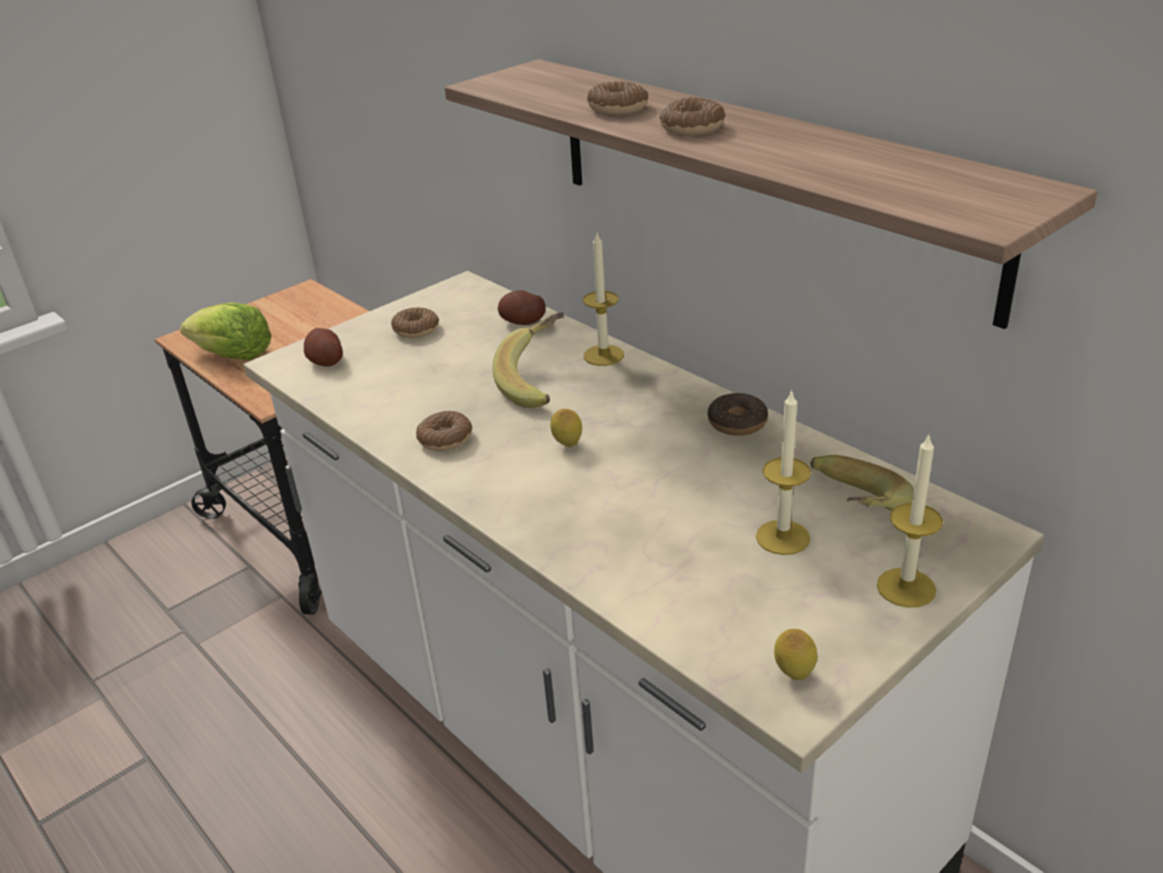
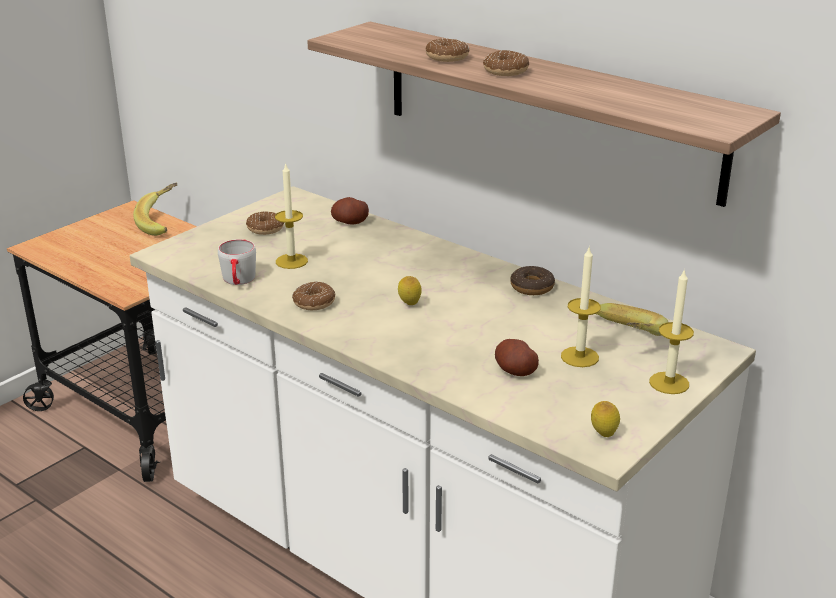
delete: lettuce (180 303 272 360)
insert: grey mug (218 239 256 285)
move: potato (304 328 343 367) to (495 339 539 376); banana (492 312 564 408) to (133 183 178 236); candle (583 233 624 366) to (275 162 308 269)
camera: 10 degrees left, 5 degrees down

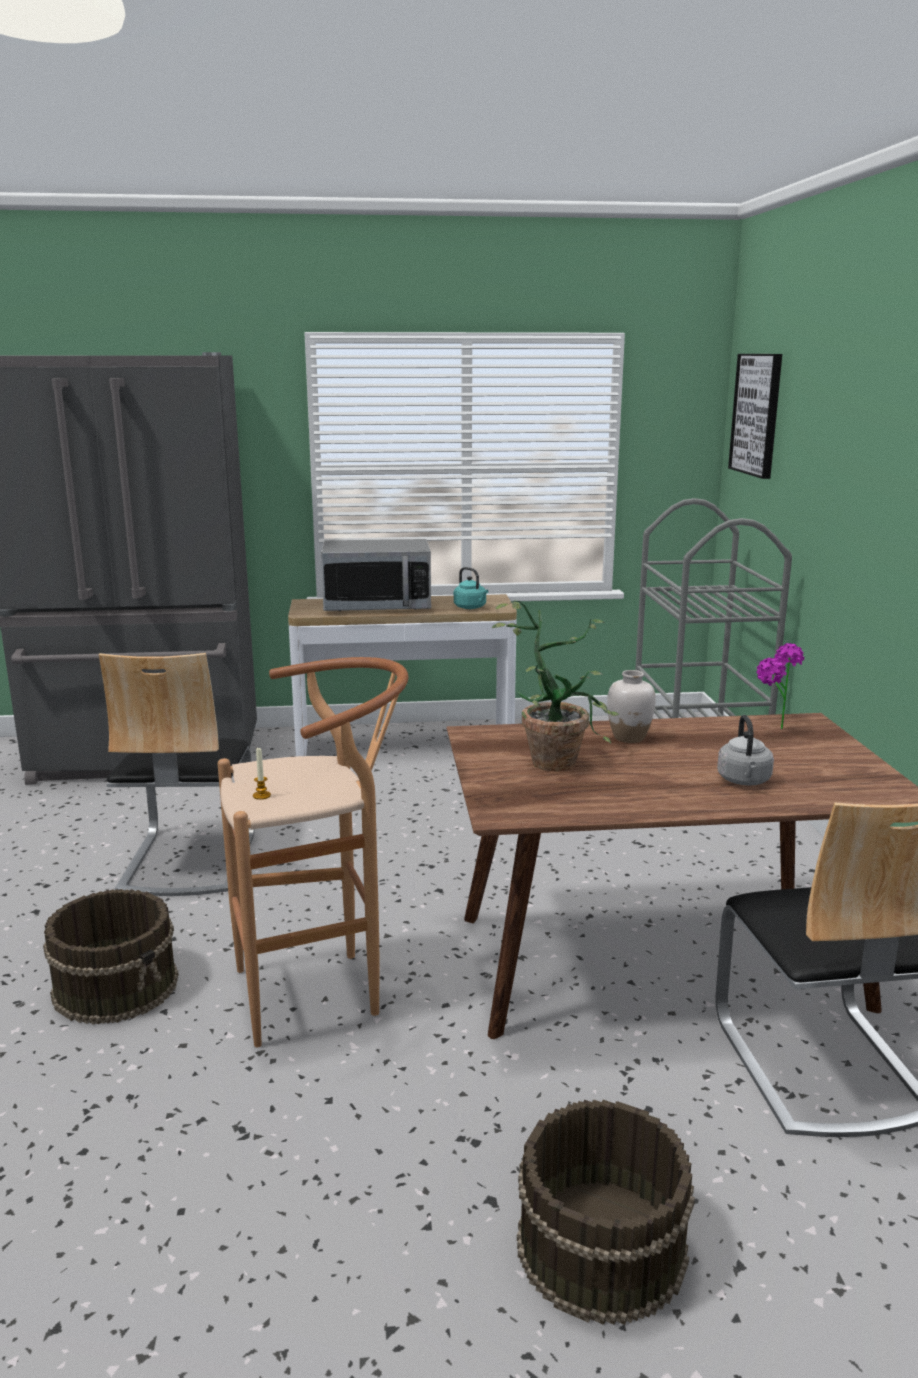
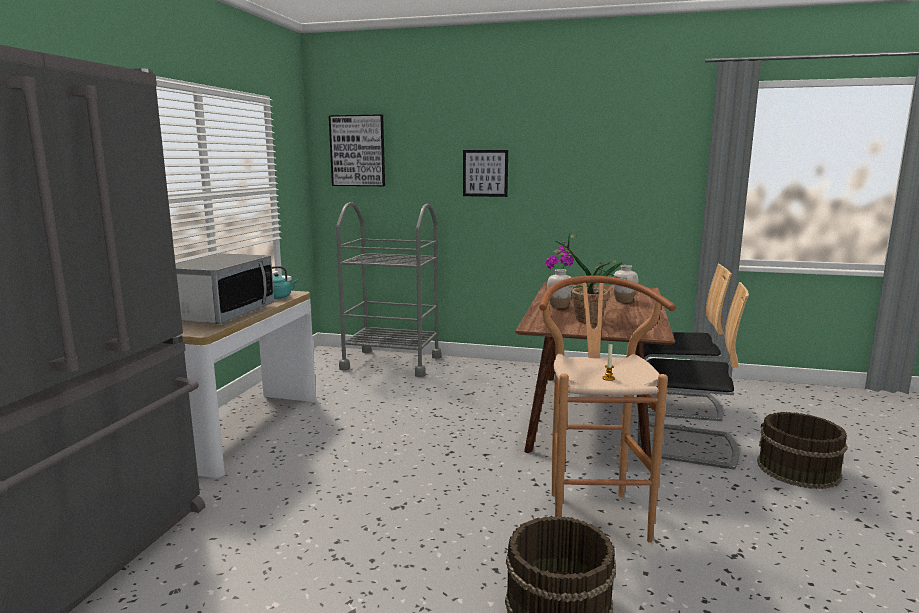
insert: picture (463 150 508 197)
move: chair (99 653 254 896) to (637 282 749 469)
replace: grey kettle (717 715 774 785) to white vase (613 265 638 303)
camera: 70 degrees left, 5 degrees down

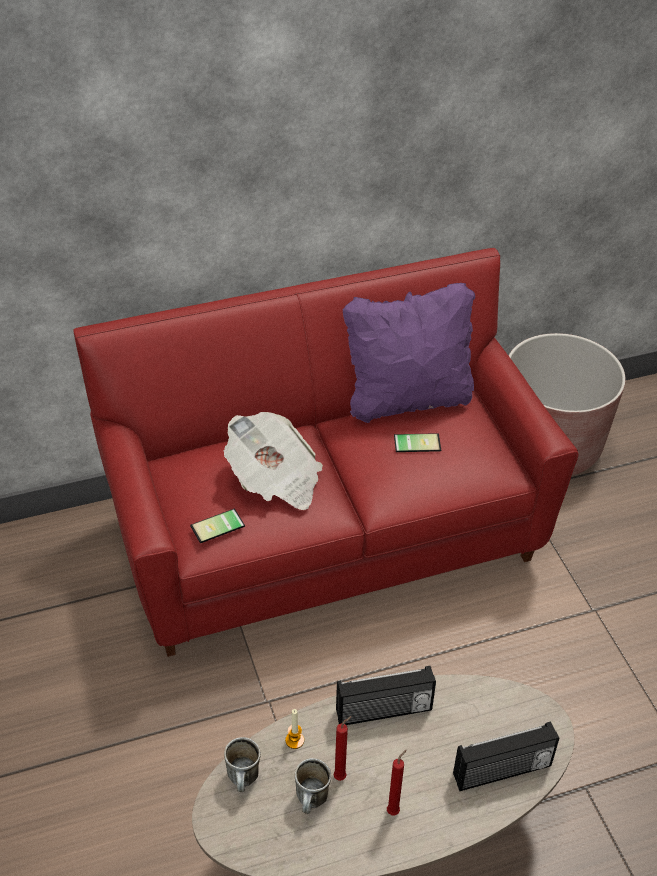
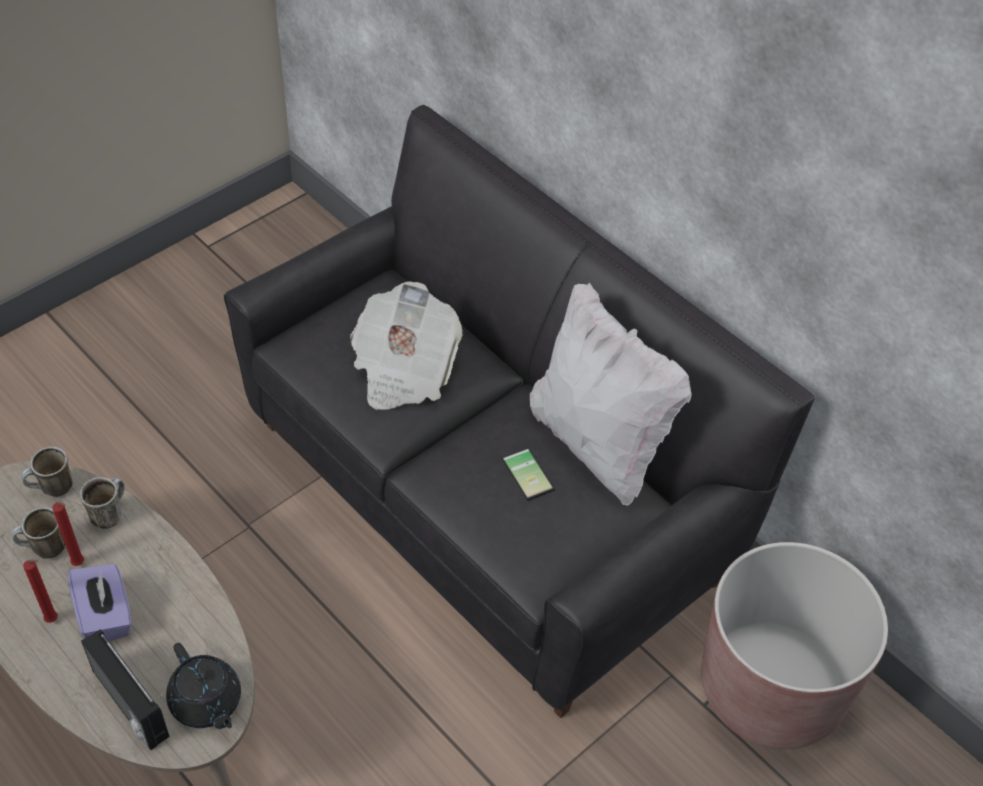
delete: phone (190 508 245 543); radio (336 666 436 725)
insert: purple tissue box (68 564 132 641); black teapot (166 643 241 729)
replace: candle (285 709 304 749) to mug (80 477 125 529)
recolor: red sofa (73 248 579 657) to black sofa (224 105 815 718); purple pillow (343 283 475 423) to white pillow (530 283 692 506)
camera: 65 degrees right, 5 degrees up

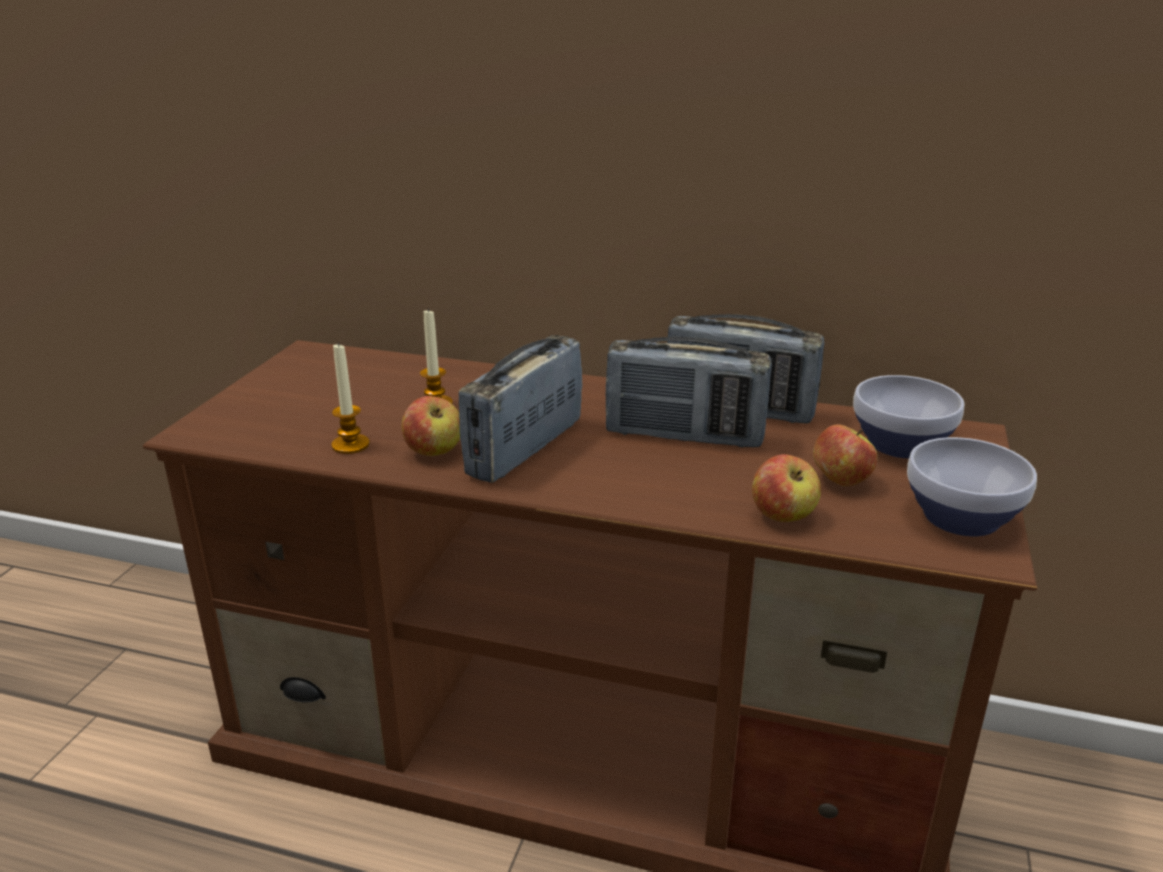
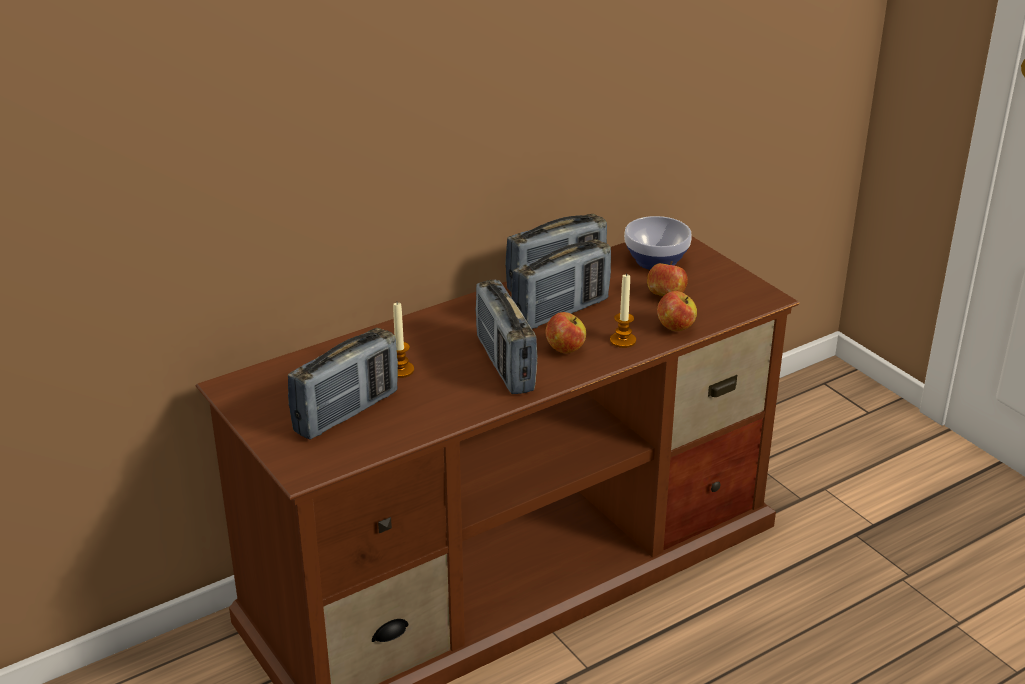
delete: bowl (907 437 1037 536)
insert: radio (288 328 398 440)
move: candle (331 342 370 454) to (610 273 636 348); apple (402 396 460 456) to (545 312 586 353)
camera: 50 degrees left, 5 degrees up

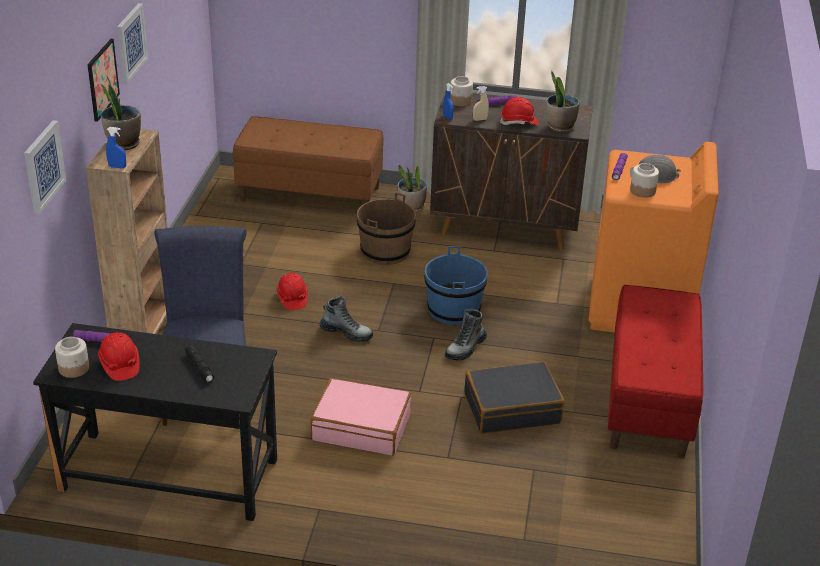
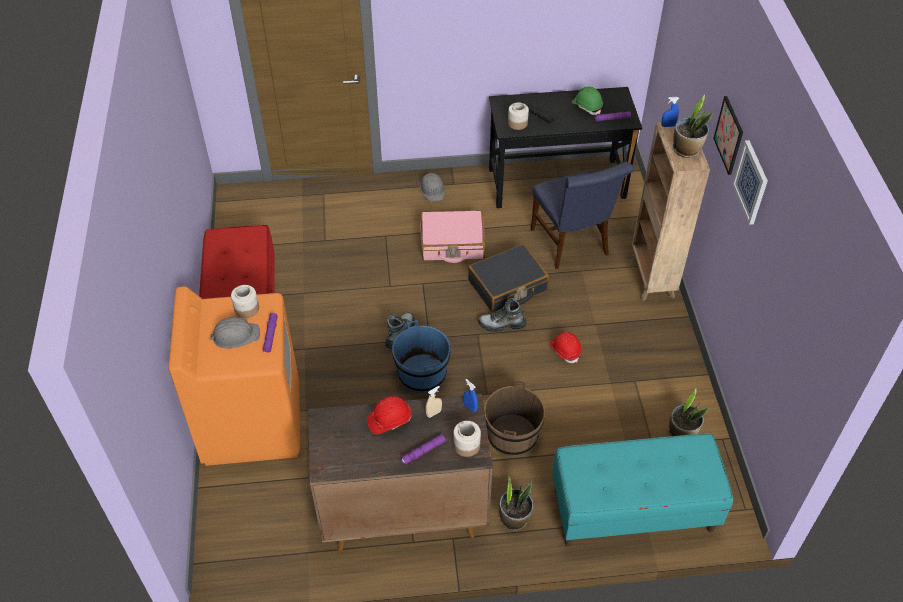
delete: picture (24 120 66 214)
insert: grey hard hat (420 173 445 202)
move: jar (55 337 89 378) to (508 102 529 130); black suitcase (464 361 564 434) to (468 244 549 312); potted plant (546 71 580 132) to (668 389 709 436)
recolor: red hard hat (98 332 140 381) to green hard hat (571 87 603 115); brown bench (233 116 384 205) to turquoise bench (552 433 733 547)
camera: 165 degrees right, 15 degrees up

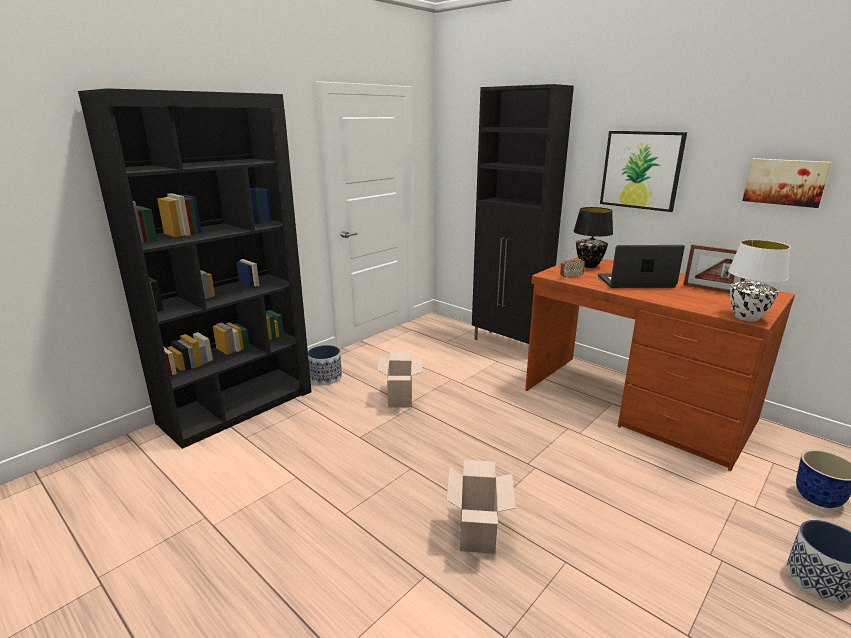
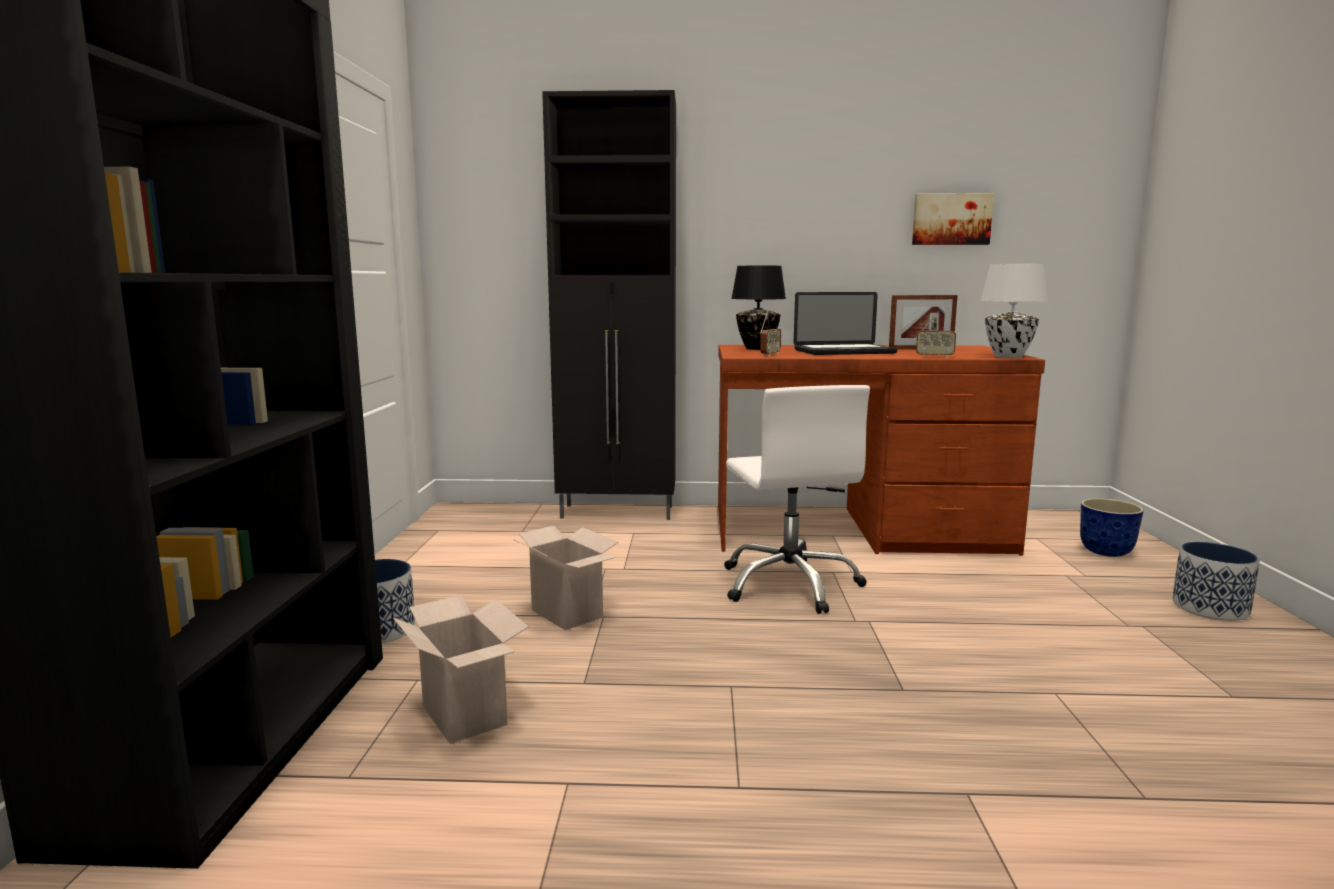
delete: picture (600 131 687 212)
insert: white office chair (724 385 870 614); radio (916 311 956 358)
move: cardboard box (447 460 516 554) to (393 595 529 744)
rotate: laptop (598 245 685 288) = (794 292 897 355) 150 degrees counterclockwise
camera: 40 degrees left, 10 degrees down

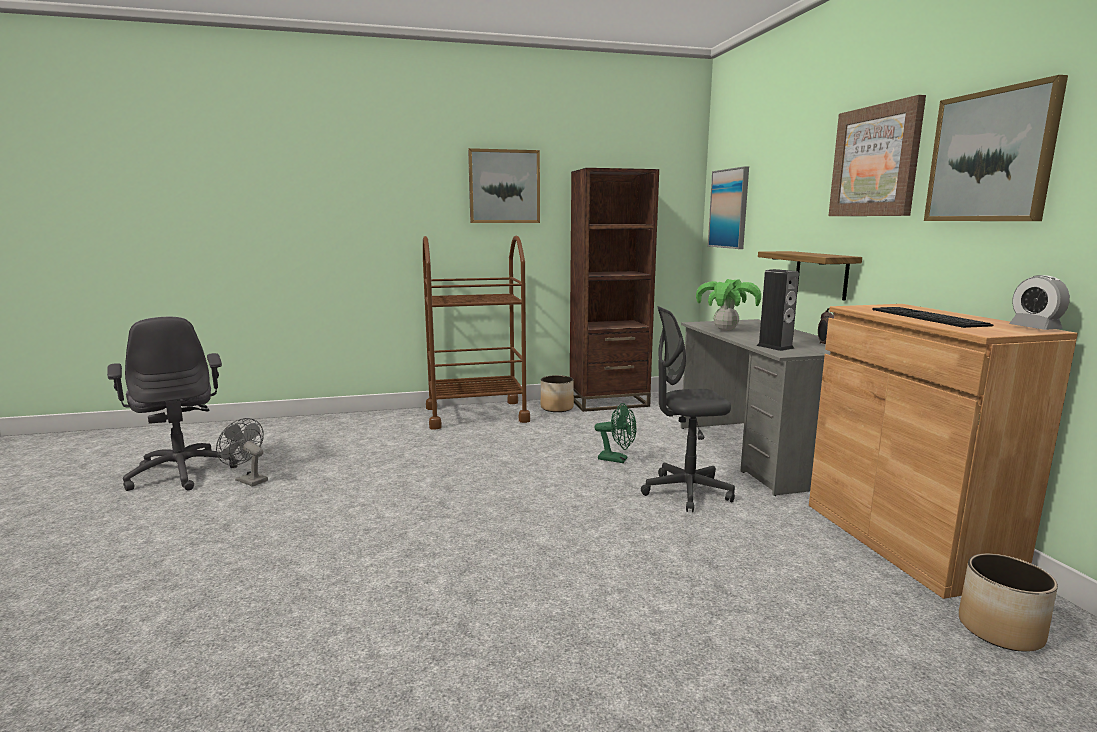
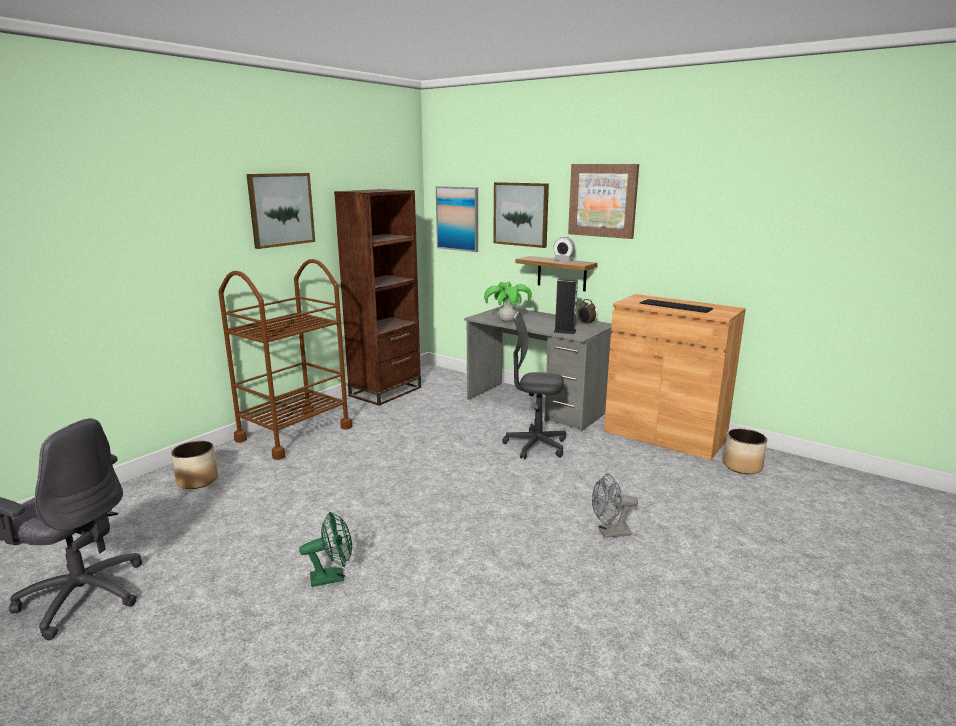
move: grey fan (216 418 268 487) to (592 474 638 538); planter (541 375 574 412) to (171 441 218 489); green fan (594 403 637 463) to (299 512 352 587); picture (924 75 1068 221) to (493 182 549 248); alarm clock (1009 275 1070 330) to (553 237 575 262)
rotate: grey office chair (641 306 735 512) = (502 311 566 459) 60 degrees clockwise
camera: 40 degrees left, 5 degrees up

